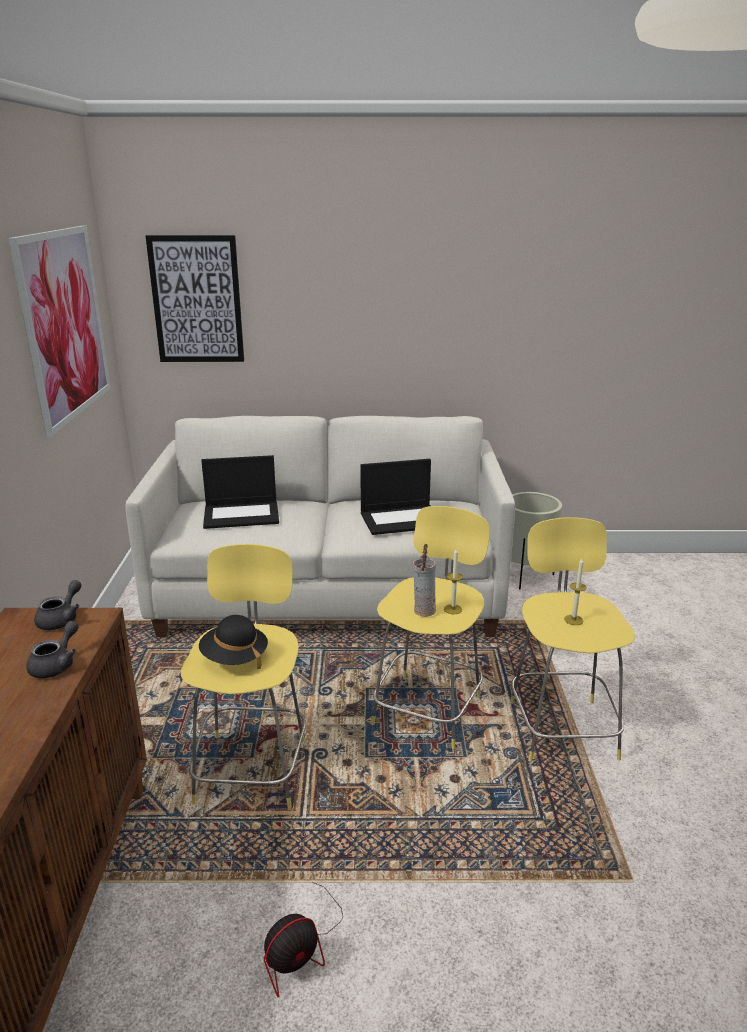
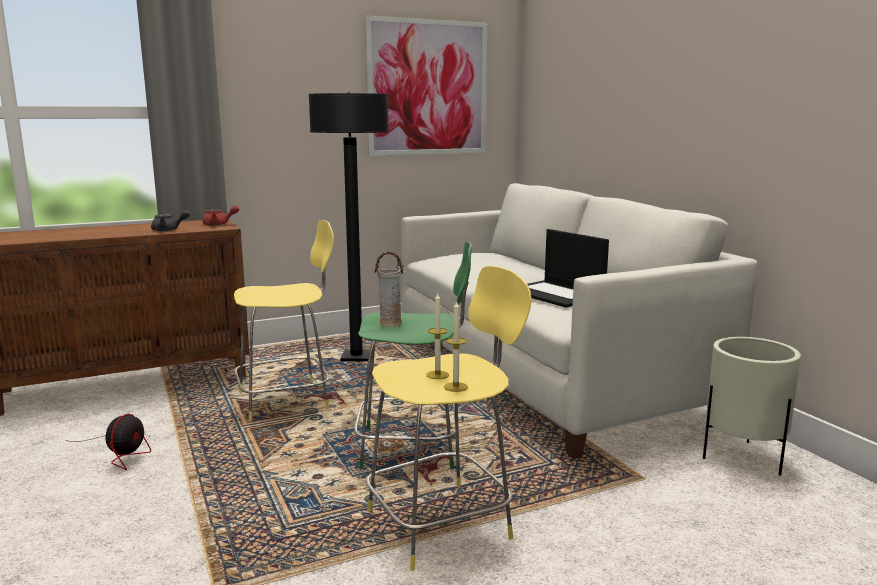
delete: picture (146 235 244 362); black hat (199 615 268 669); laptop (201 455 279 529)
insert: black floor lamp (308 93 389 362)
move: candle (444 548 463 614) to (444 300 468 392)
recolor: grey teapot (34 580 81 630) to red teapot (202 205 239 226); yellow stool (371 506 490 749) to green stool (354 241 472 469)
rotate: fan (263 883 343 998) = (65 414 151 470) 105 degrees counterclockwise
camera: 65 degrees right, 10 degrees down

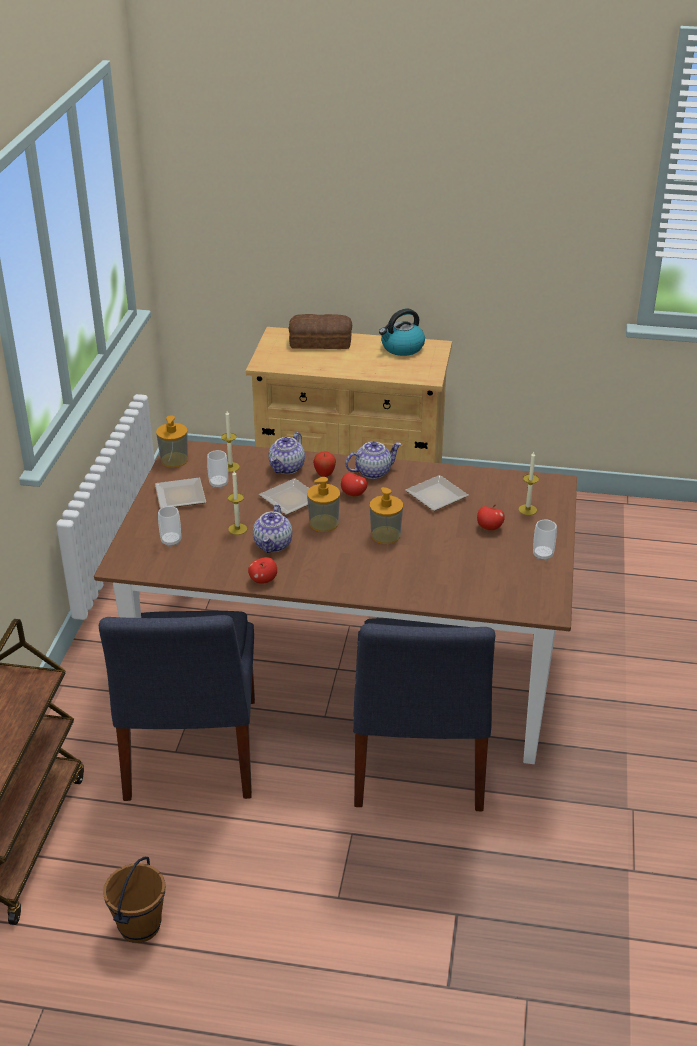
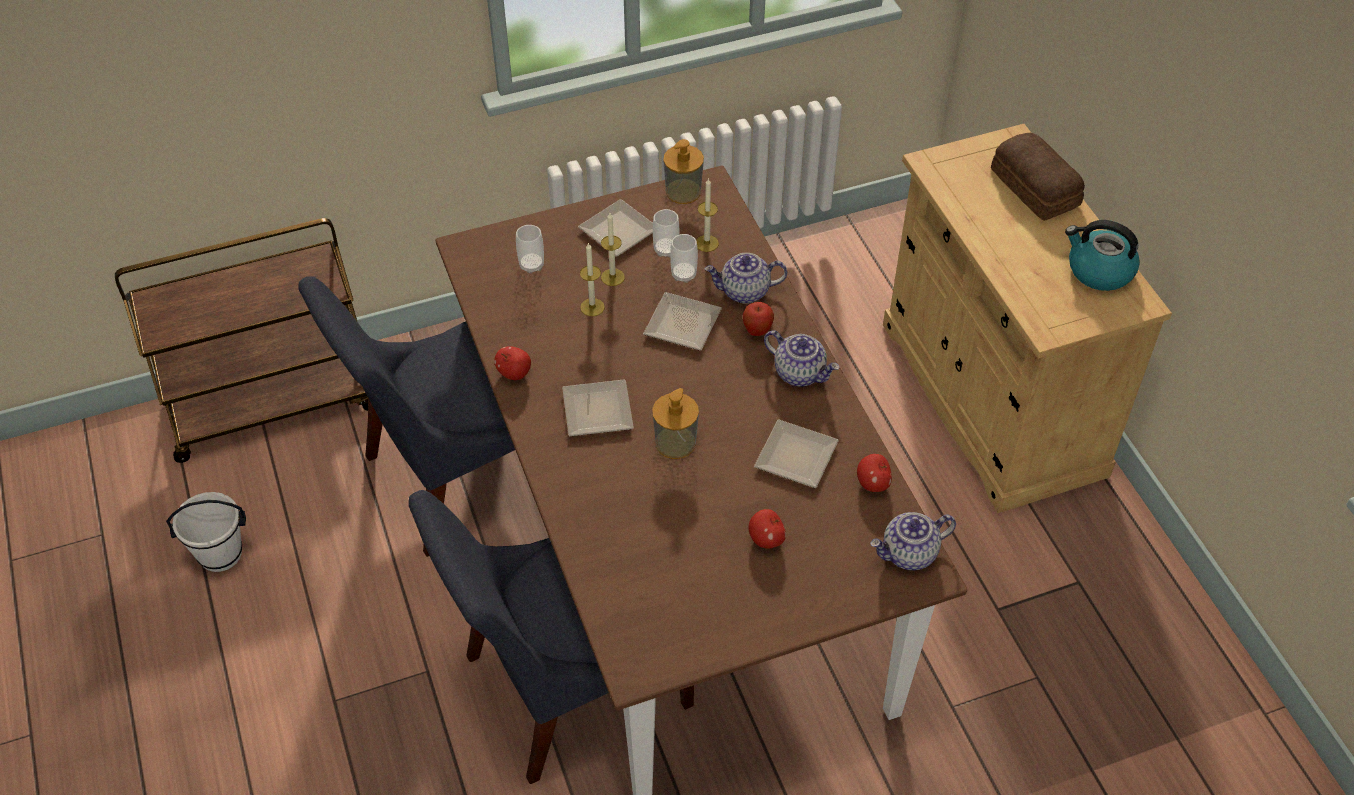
delete: soap dispenser (307 477 340 532)
insert: plate (562 379 634 437)
move: teapot (253 504 292 553) to (870 512 956 570); apple (341 472 367 497) to (857 454 892 492); candle (519 452 539 515) to (601 213 625 286); cup (533 520 557 561) to (670 234 698 283)
recolor: brown bucket (103 857 165 943) to white bucket (166 492 246 572)
camera: 60 degrees right, 15 degrees up

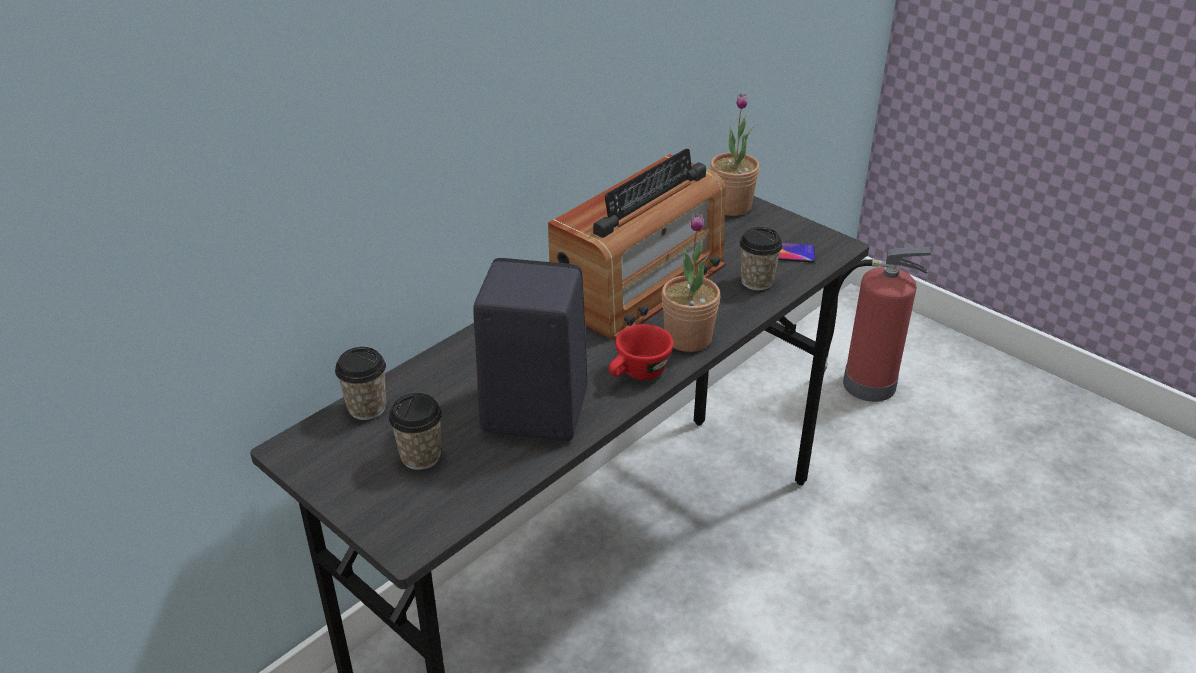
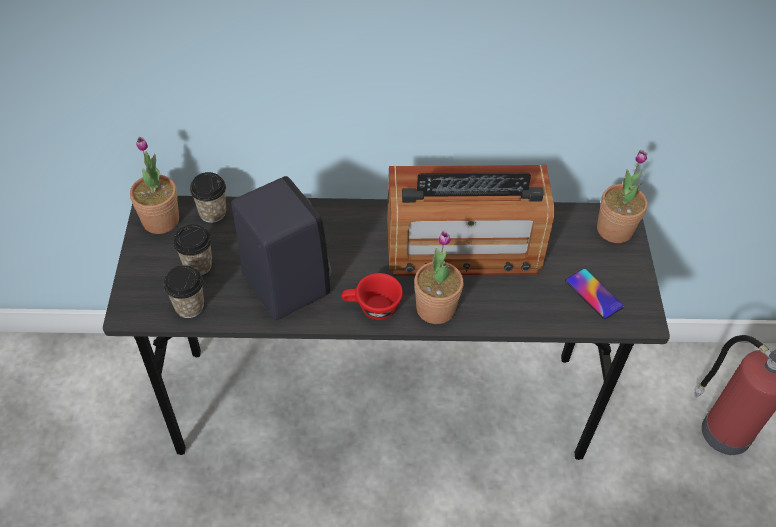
insert: potted plant (130 137 179 234)
move: cup (739 227 783 290) to (164 265 204 318)
camera: 45 degrees right, 15 degrees up

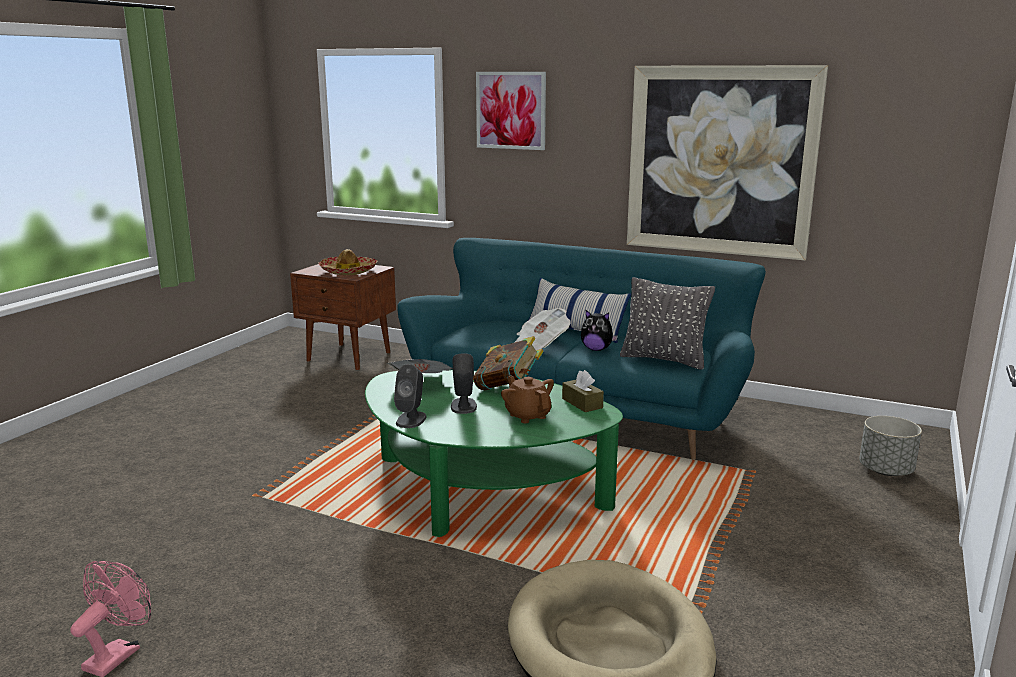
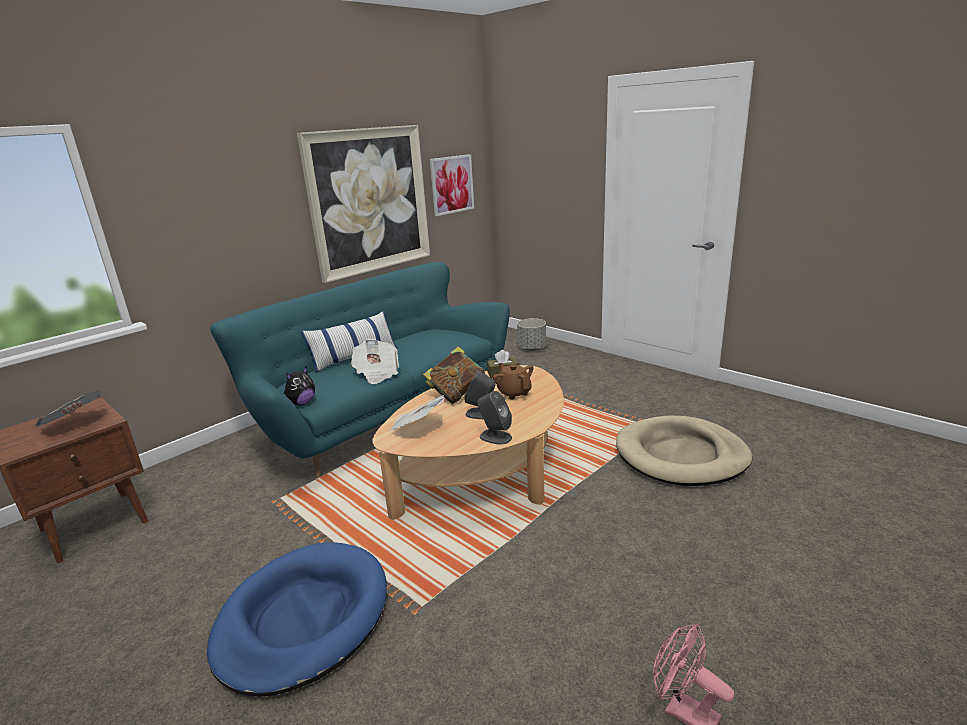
delete: grey pillow (620 277 715 370)
insert: blue dog bed (207 542 387 697)
move: picture (476 72 546 150) to (430 154 474 216); plush toy (581 310 618 351) to (284 366 315 405)
replace: hat (318 249 377 275) to newspaper (35 390 101 427)
recolor: green coffee table (365 370 623 537) to beige coffee table (372 365 564 520)
rotate: brown teapot (501 376 554 423) = (493 363 533 399) 75 degrees clockwise
camera: 70 degrees left, 5 degrees up

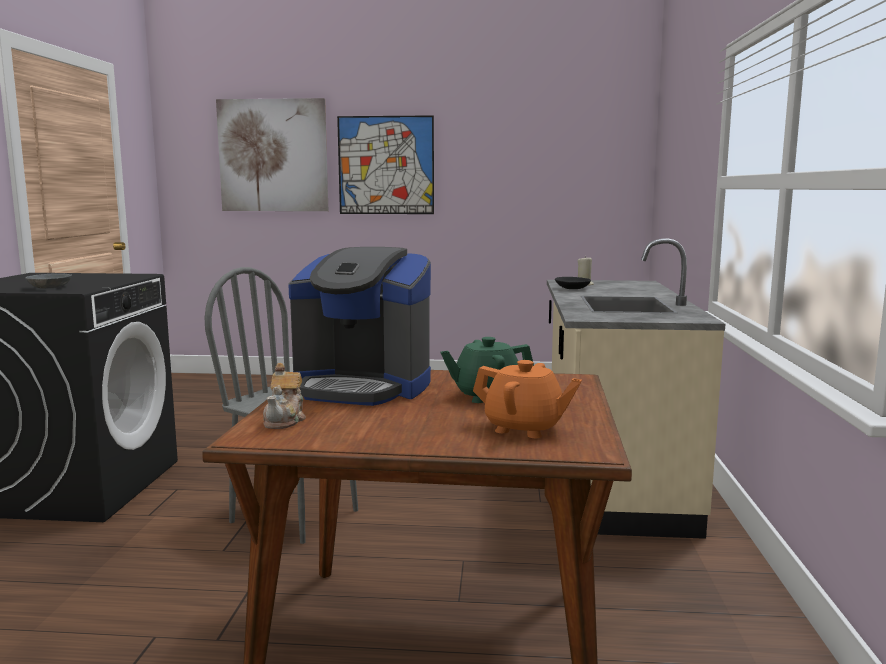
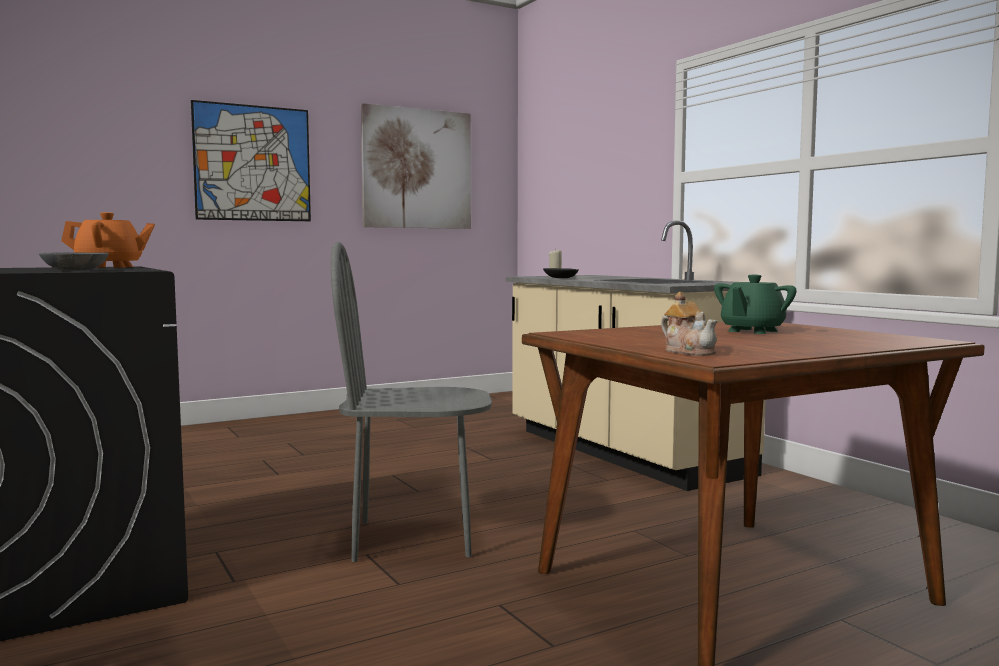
delete: coffee machine (288 247 431 406)
move: picture (216 98 328 211) to (361 103 471 229); orange teapot (473 360 582 438) to (61 212 155 268)
camera: 35 degrees left, 5 degrees down

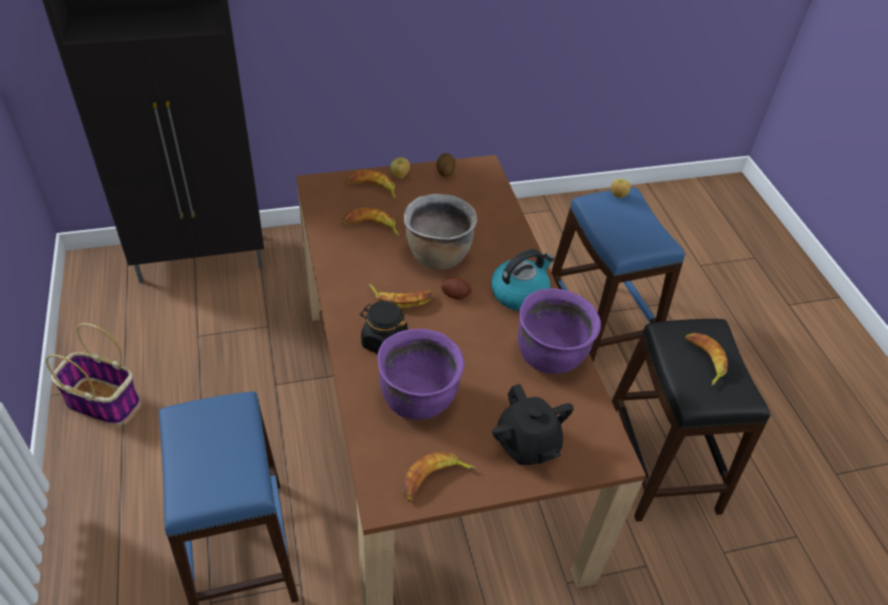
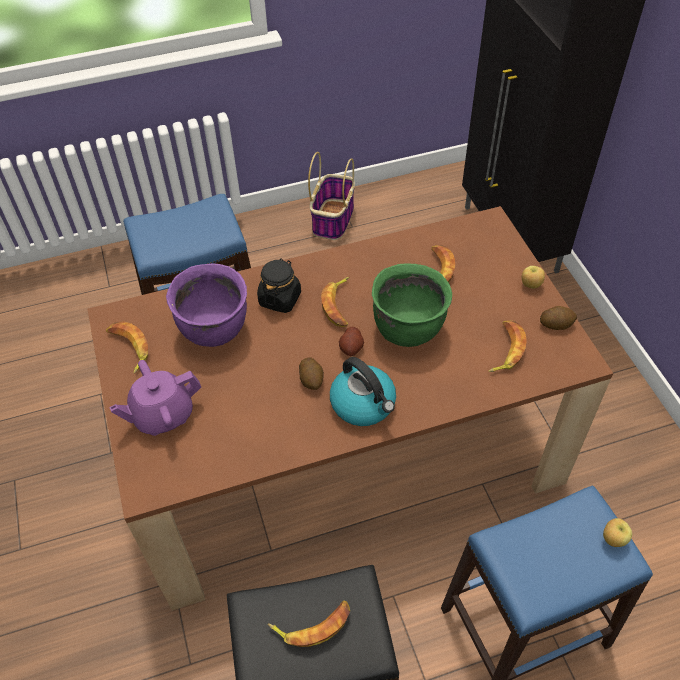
delete: purple cooking pot (518 288 601 374)
insert: potato (299 357 324 390)
move: banana (345 170 396 199) to (488 321 527 372)
recolor: brown cooking pot (404 194 477 269) to green cooking pot (372 263 452 347); black teapot (492 384 574 465) to purple teapot (109 360 201 436)
camera: 90 degrees right, 5 degrees up

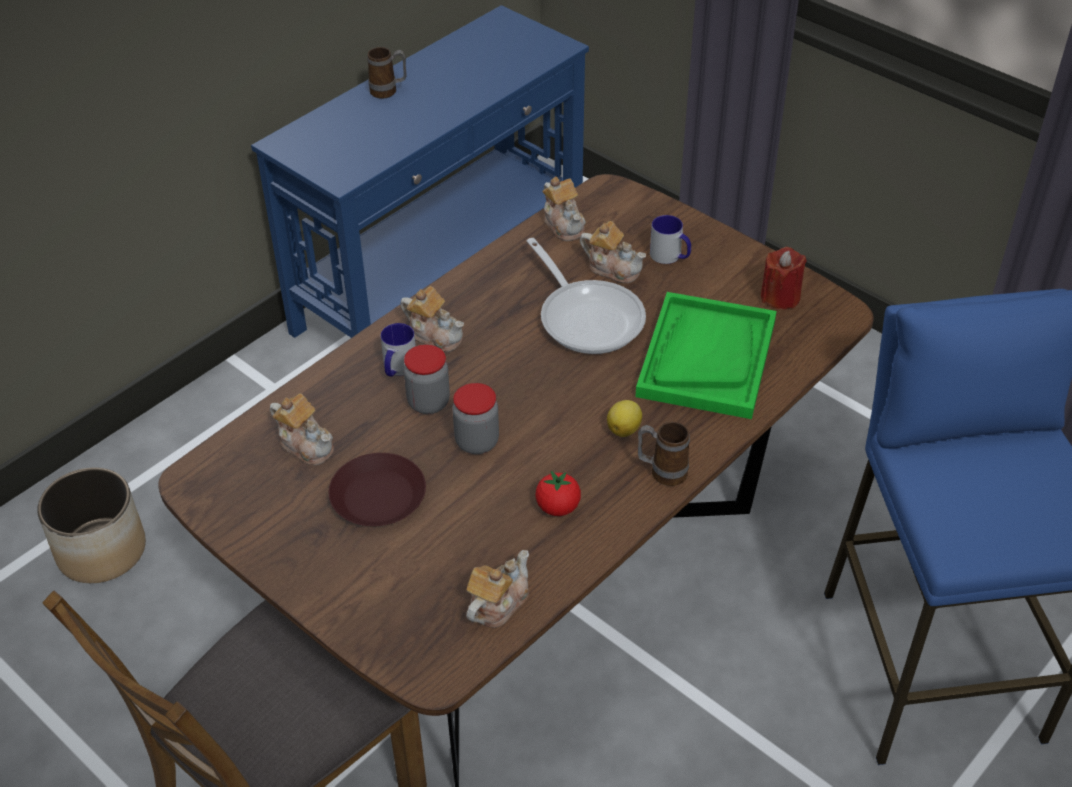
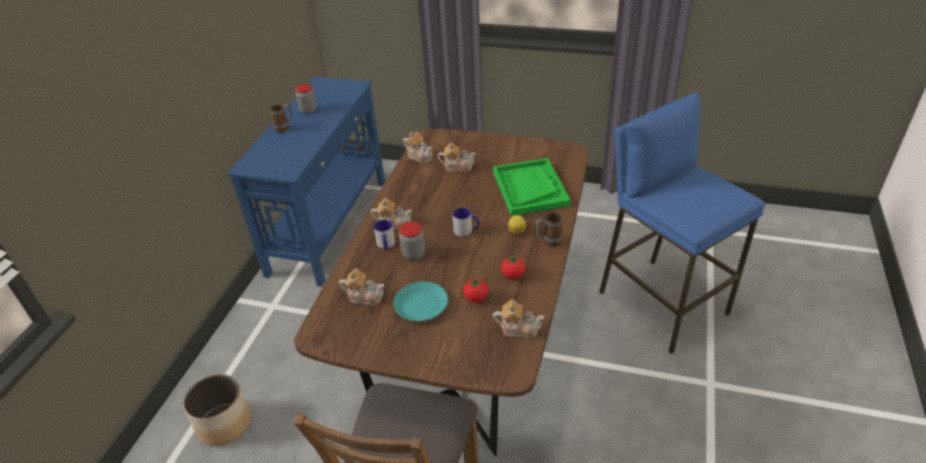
delete: frying pan (527 238 646 354); red candle (761 247 807 309)
insert: tomato (463 278 488 303)
move: jar (453 383 499 454) to (295 84 317 114); mug (650 215 691 264) to (453 208 479 237)
recolor: brown plate (329 453 426 526) to turquoise plate (394 282 448 321)
rotate: teapot (466 550 529 628) = (493 299 545 338) 90 degrees clockwise
camera: 25 degrees left, 5 degrees down

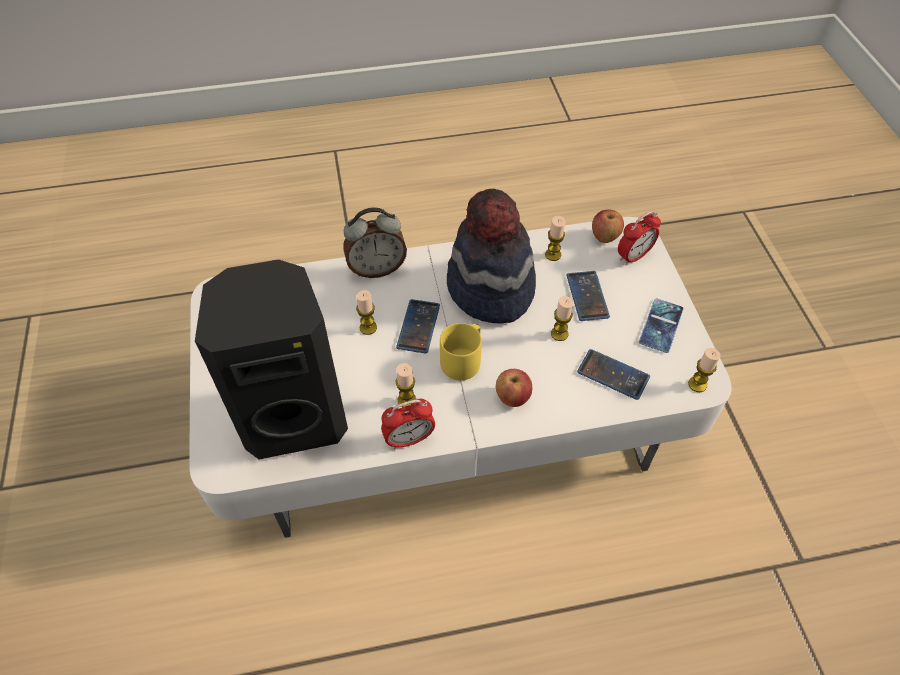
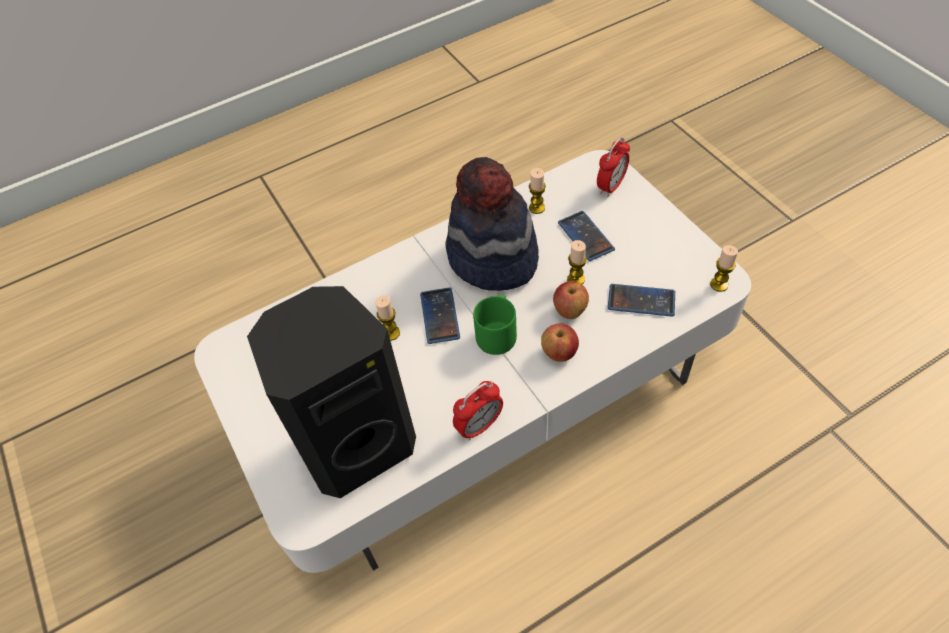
delete: alarm clock (343 207 407 278); candle (395 363 416 407); phone (639 298 684 353)
move: apple (592 210 624 243) to (553 281 589 319)
recolor: yellow mug (440 323 482 380) to green mug (473 294 517 355)
camera: 15 degrees left, 0 degrees up

